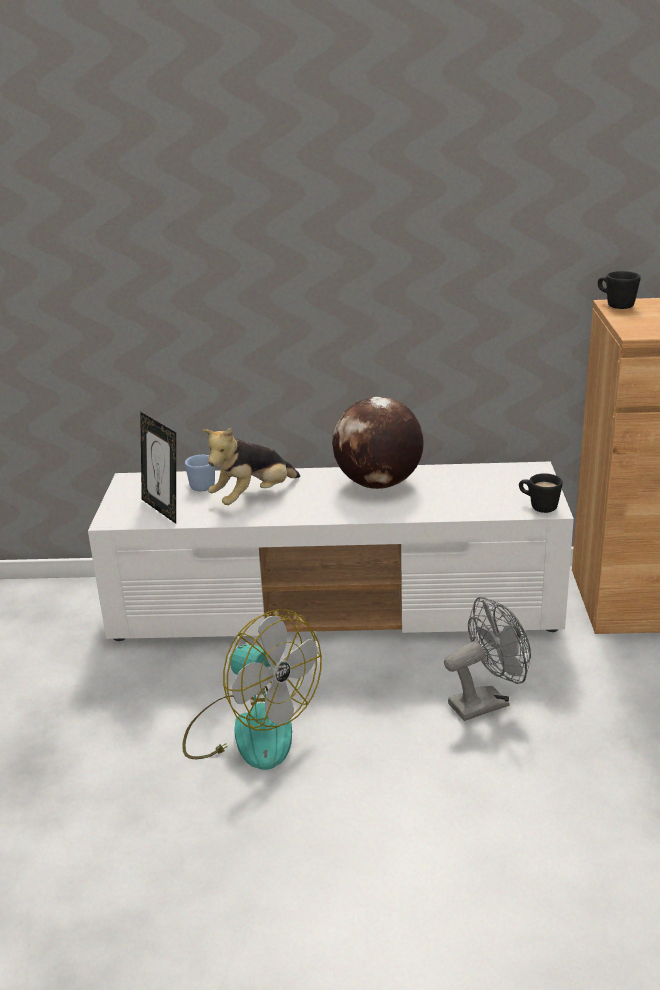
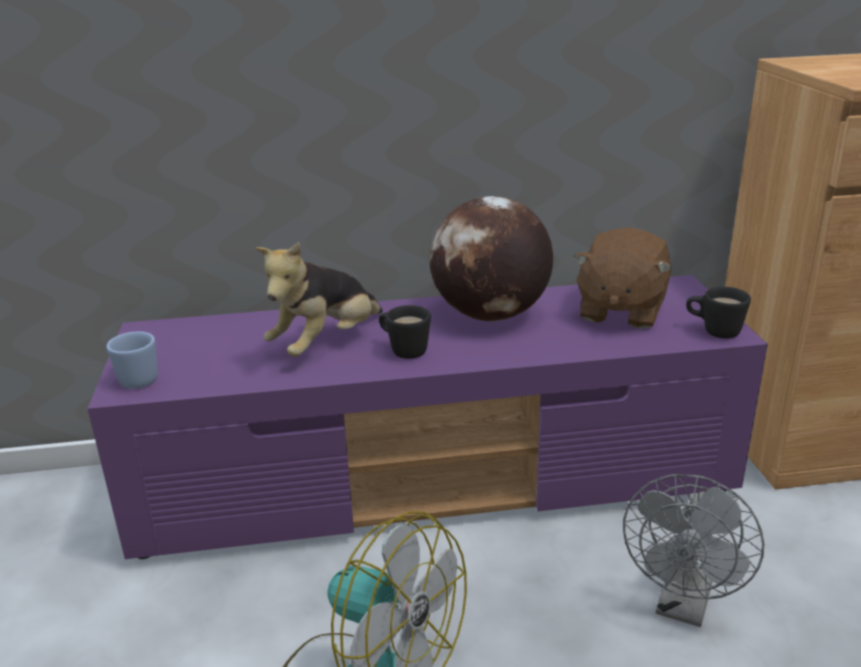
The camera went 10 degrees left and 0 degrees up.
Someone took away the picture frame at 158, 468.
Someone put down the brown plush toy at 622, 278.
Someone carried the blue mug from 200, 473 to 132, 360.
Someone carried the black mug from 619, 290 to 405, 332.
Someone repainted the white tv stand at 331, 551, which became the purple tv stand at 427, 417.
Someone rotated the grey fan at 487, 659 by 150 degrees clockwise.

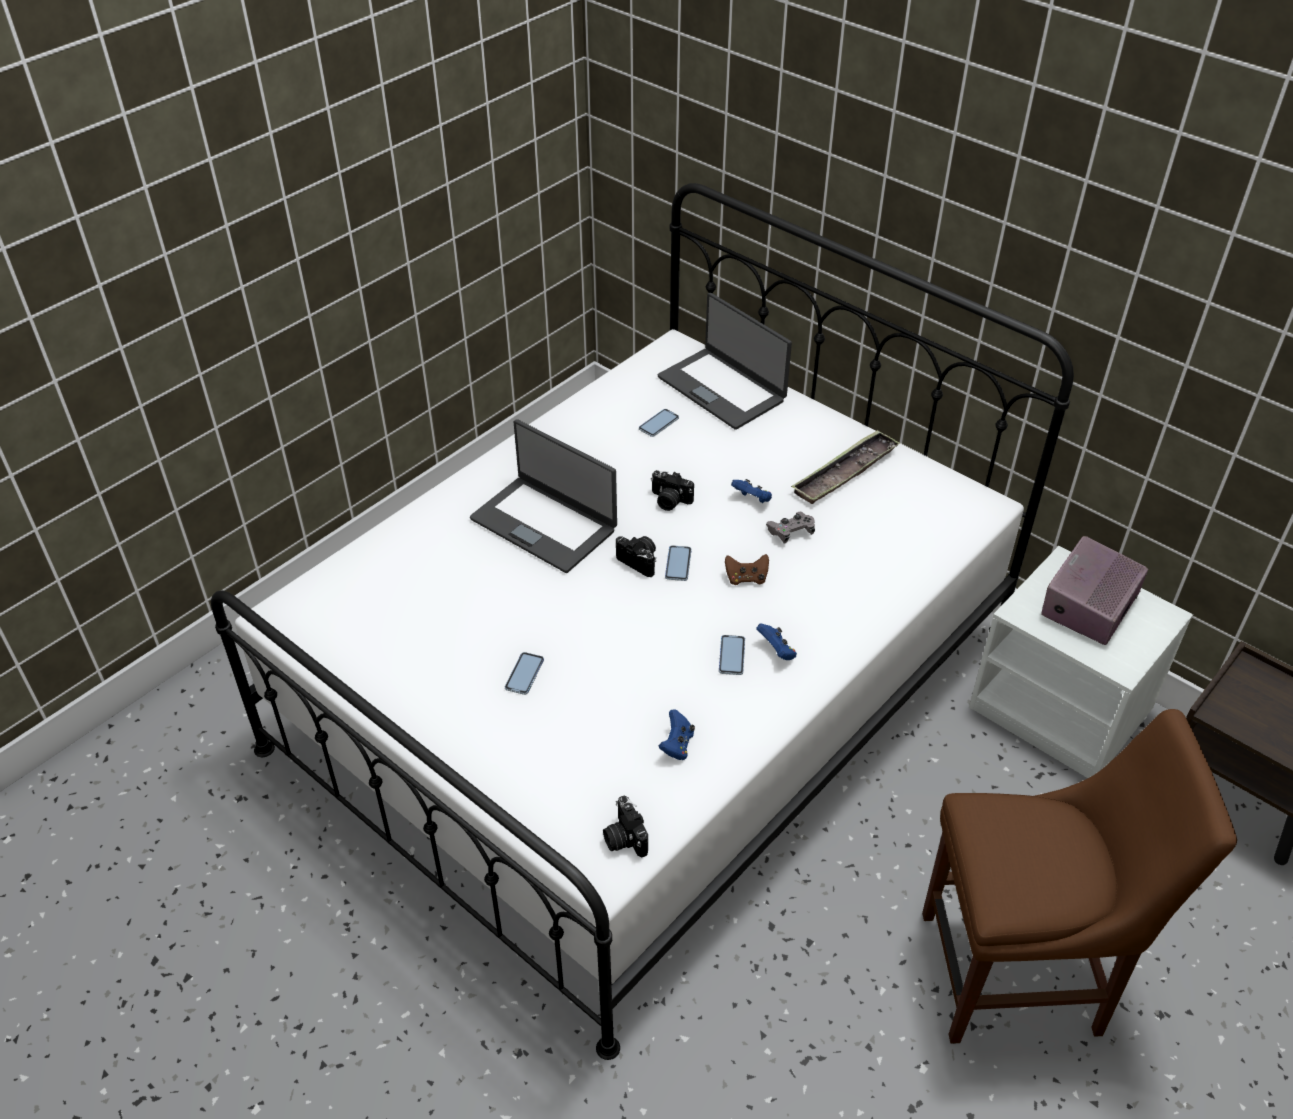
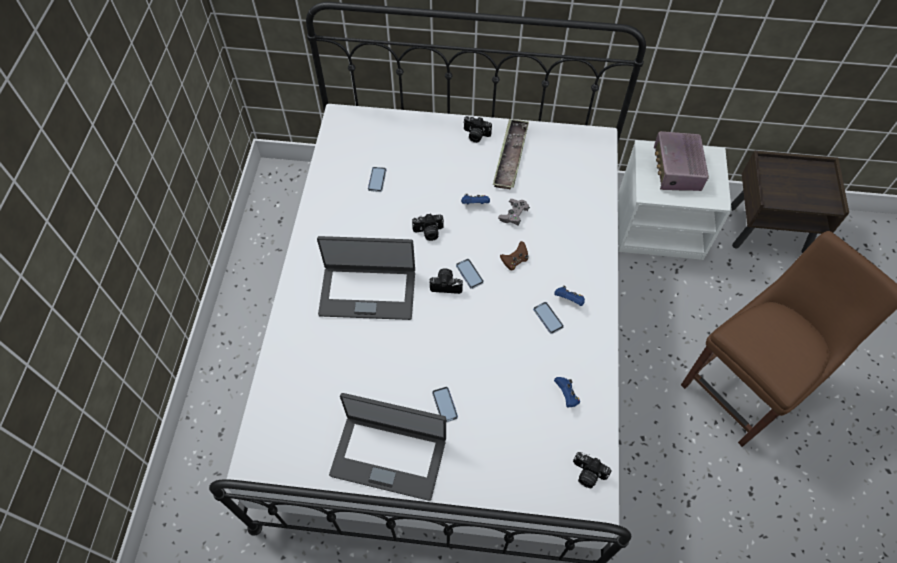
The camera went 35 degrees left and 15 degrees up.
Someone put down the photo camera at 477, 129.
Someone carried the laptop from 725, 361 to 387, 447.

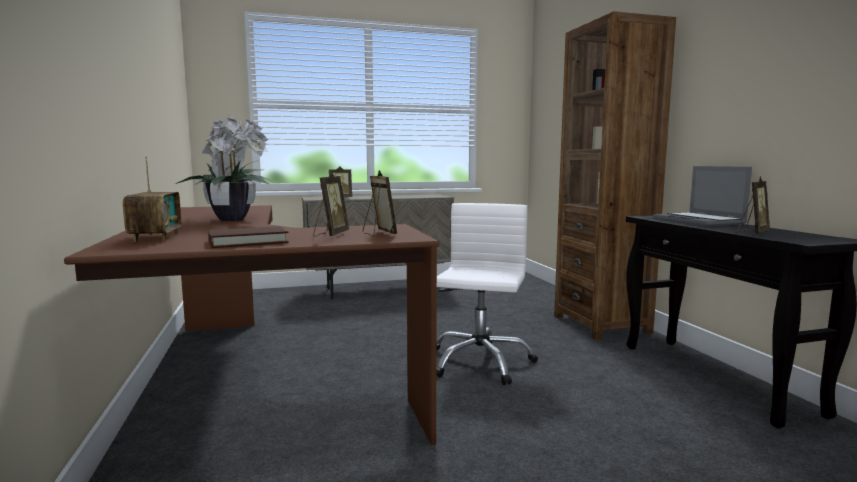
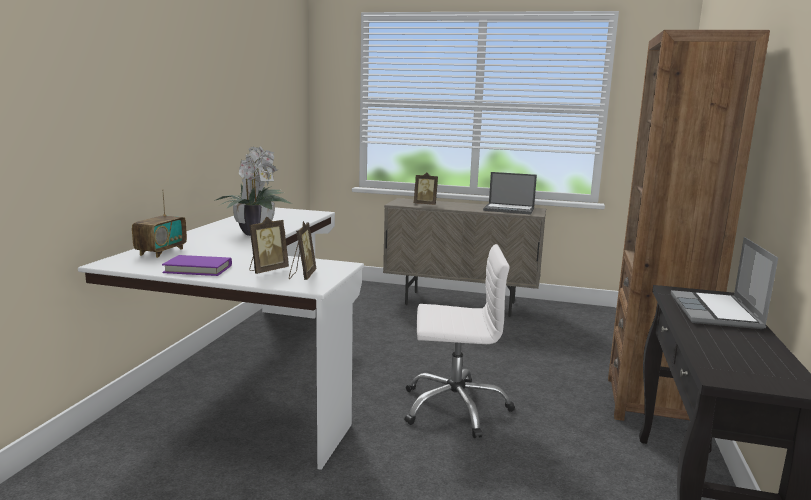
The camera went 30 degrees right and 5 degrees up.
Someone took away the picture frame at 753, 204.
Someone put down the laptop at 510, 193.
Someone repainted the brown desk at 251, 325, which became the white desk at 221, 338.
Someone repainted the brown book at 248, 237, which became the purple book at 197, 265.
Someone rotated the white office chair at 487, 294 by 45 degrees clockwise.

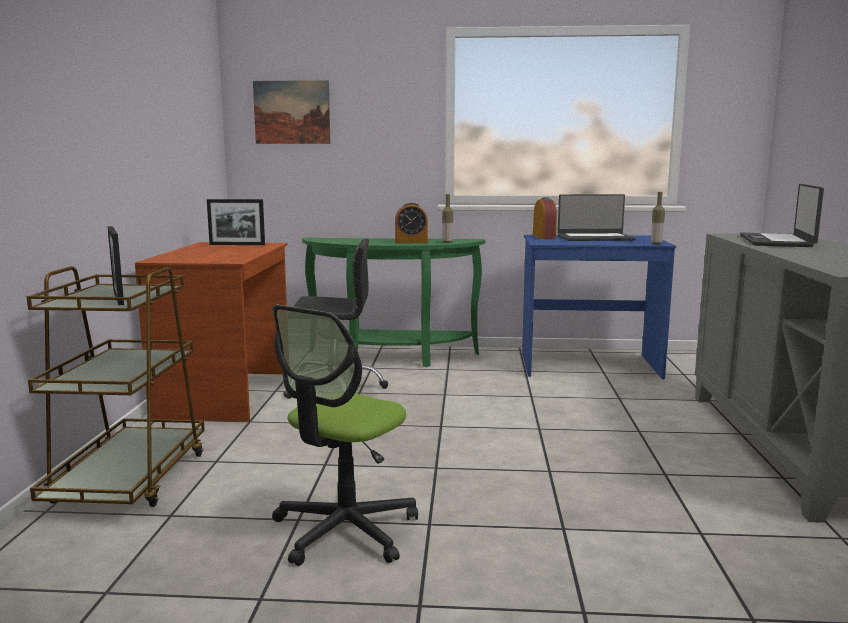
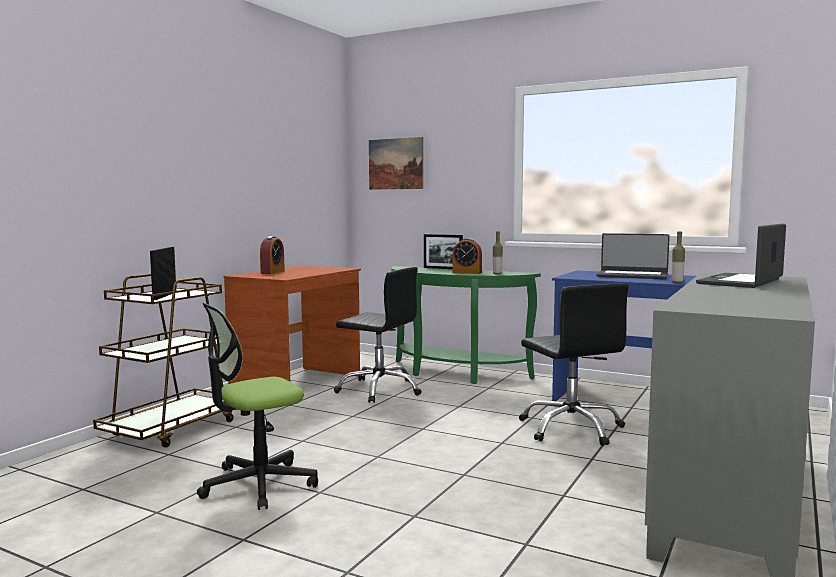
The camera went 25 degrees right and 5 degrees down.
Someone put down the black office chair at 574, 364.
Someone carried the picture frame from 236, 222 to 443, 251.
Someone carried the alarm clock from 545, 218 to 272, 255.

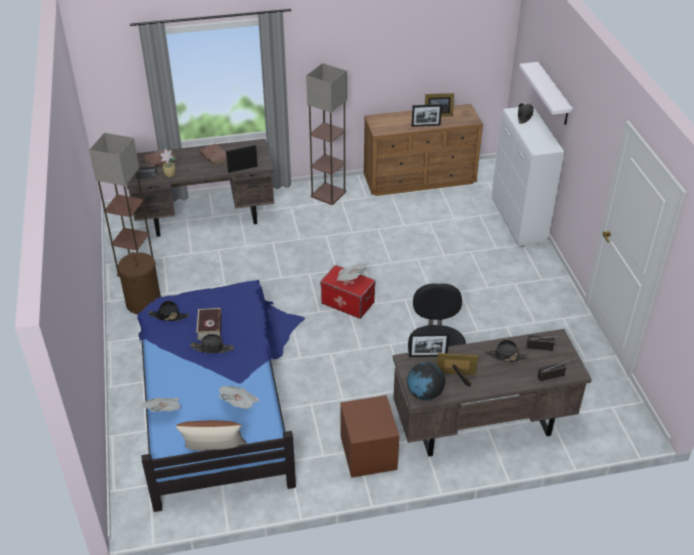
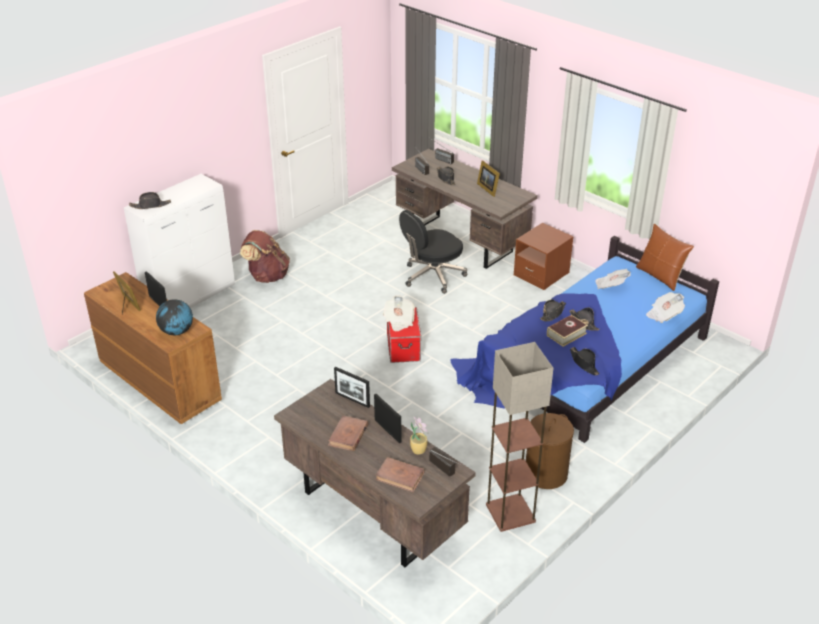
The camera went 125 degrees left and 5 degrees down.
Someone took away the floor lamp at 326, 134.
Someone took away the white shelf at 546, 93.
Someone put down the brown backpack at 265, 256.
Someone put down the black hat at 553, 310.
Someone carried the globe from 426, 381 to 174, 317.
Someone carried the picture frame from 429, 345 to 387, 418.

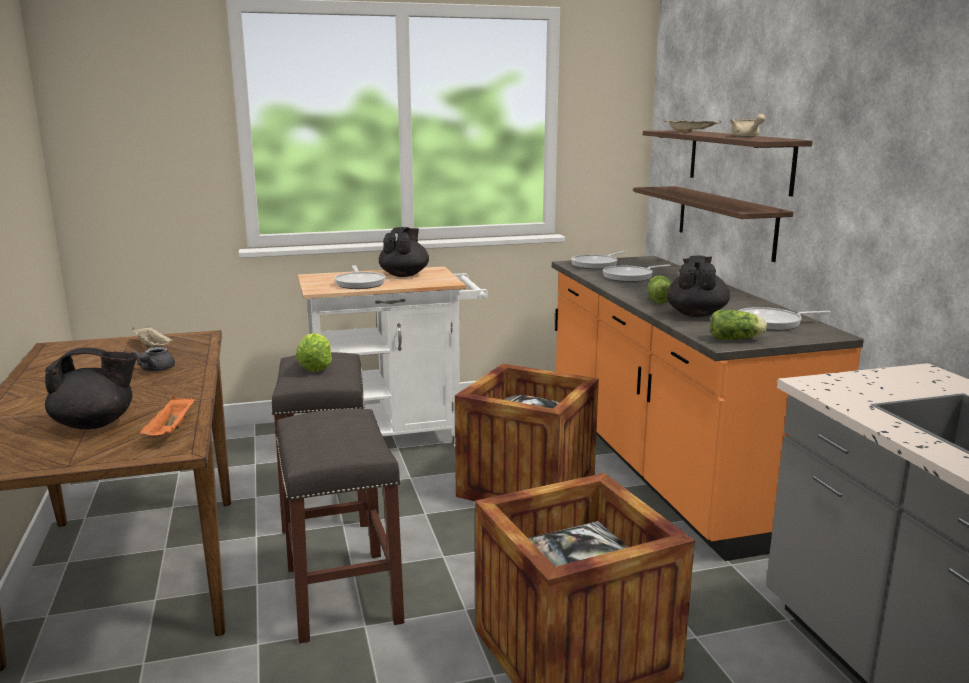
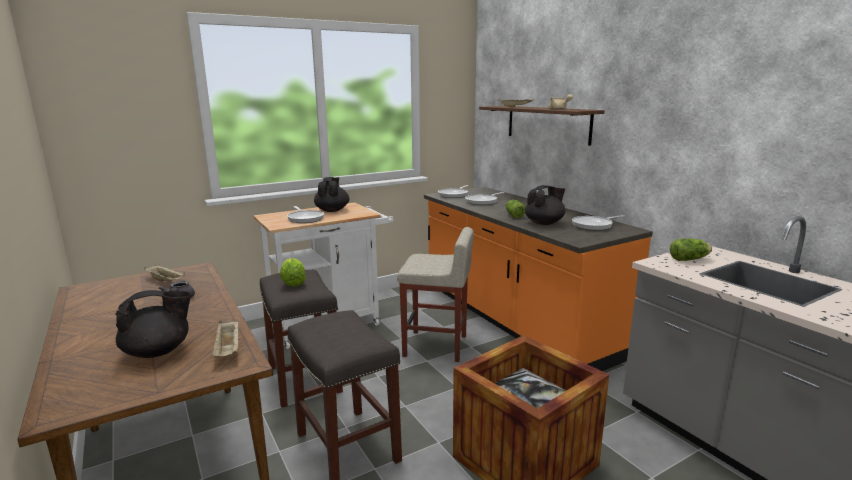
The camera went 15 degrees left and 0 degrees up.
Someone took away the shelf at 713, 224.
Someone carried the lettuce from 738, 325 to 691, 250.
Someone swapped the crate at 527, 432 for the beige stool at 435, 294.
Someone repainted the orange tray at 167, 416, which became the beige tray at 225, 338.
Someone rotated the black teapot at 698, 286 by 60 degrees clockwise.

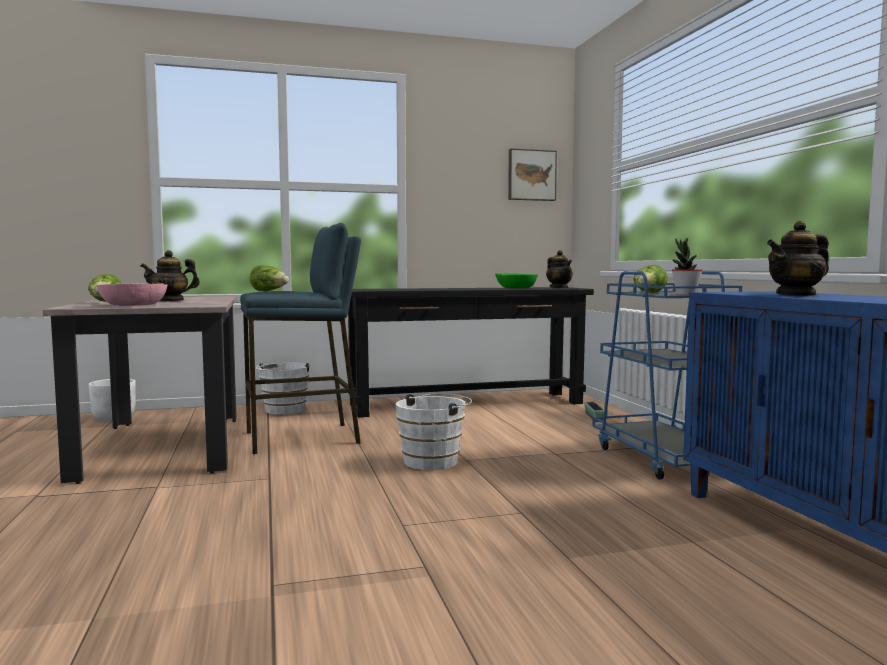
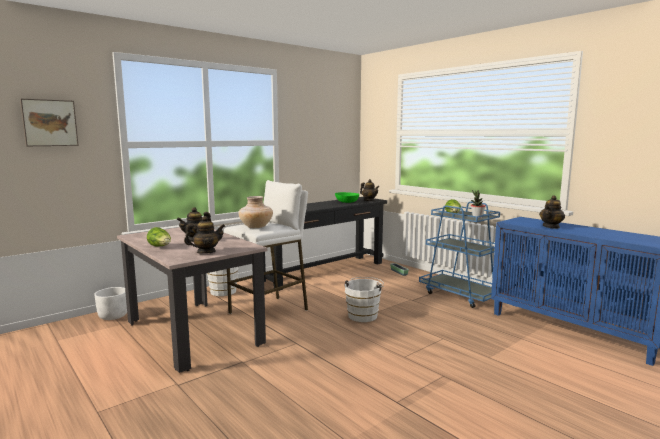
The camera went 25 degrees left and 5 degrees up.
Someone carried the picture from 532, 174 to 49, 122.
Someone swapped the pink bowl at 132, 294 for the teapot at 204, 235.
Someone swapped the lettuce at 269, 278 for the beige vase at 256, 212.
Someone repainted the blue stool at 300, 338, which became the white stool at 266, 247.

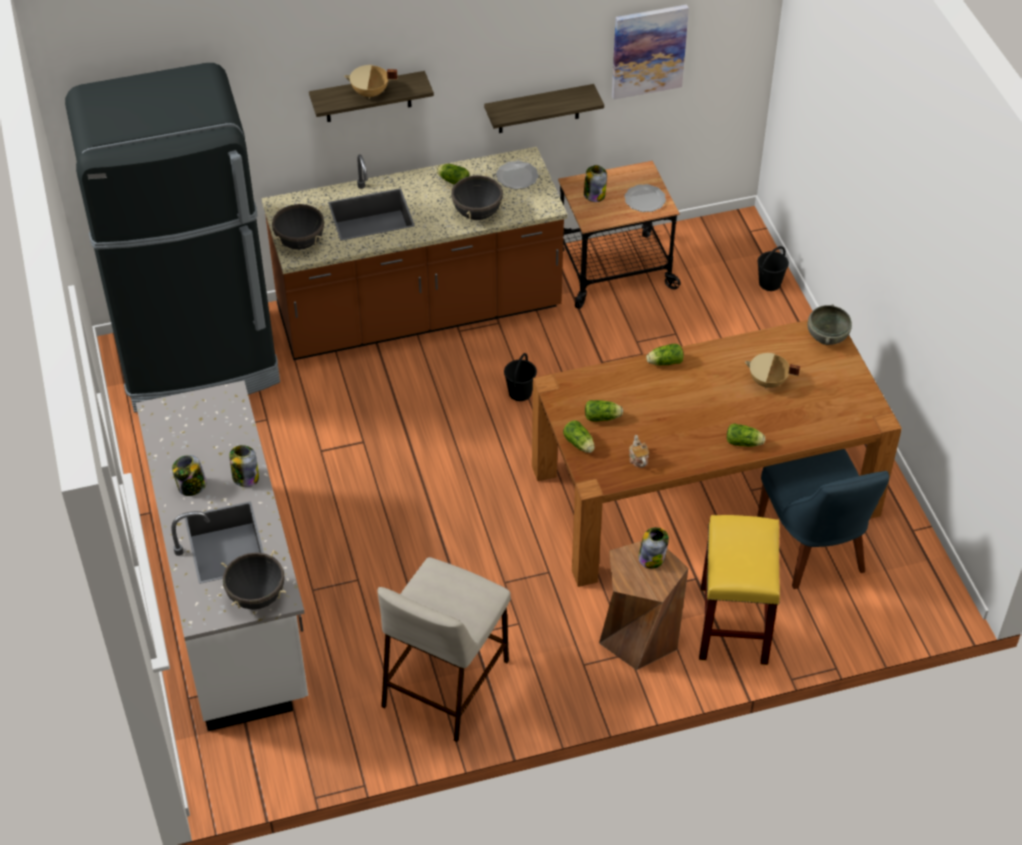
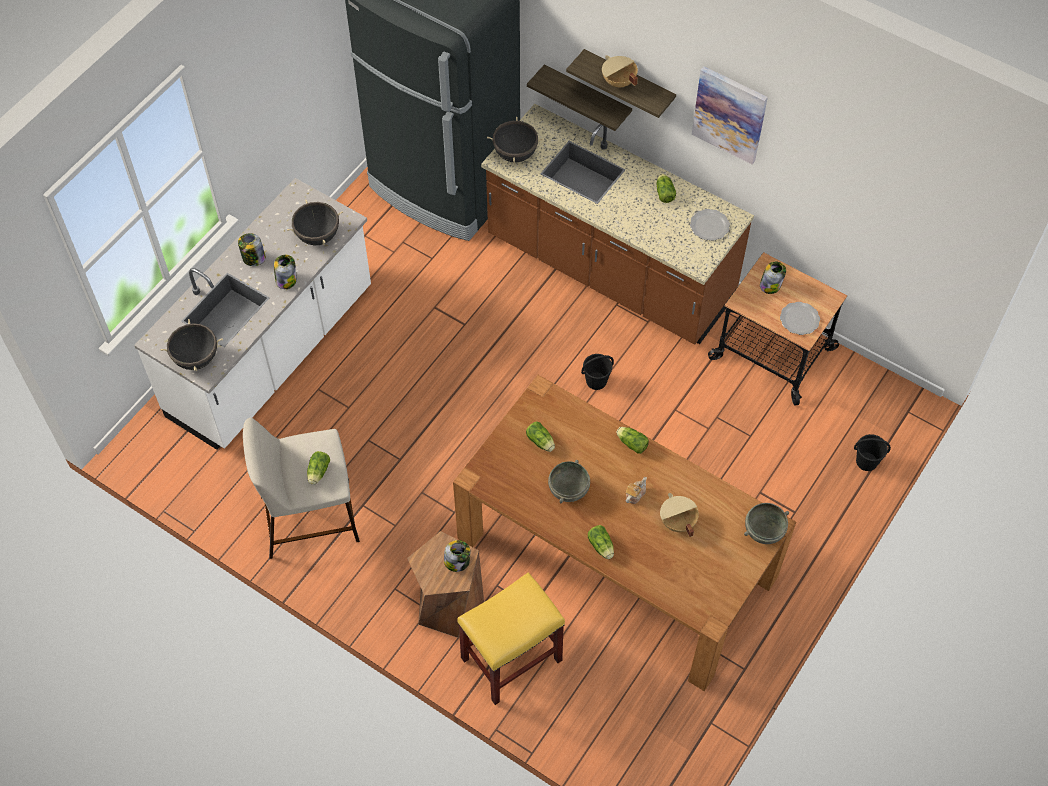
The camera went 50 degrees right and 10 degrees up.
Someone took away the blue chair at 823, 519.
Someone put down the grey bowl at 569, 481.
Someone carried the black cooking pot from 477, 196 to 315, 222.
Someone carried the shelf from 544, 108 to 579, 98.
Someone carried the lettuce from 579, 436 to 318, 468.
Someone carried the picture from 650, 52 to 730, 115.
Someone carried the teapot from 639, 451 to 636, 490.

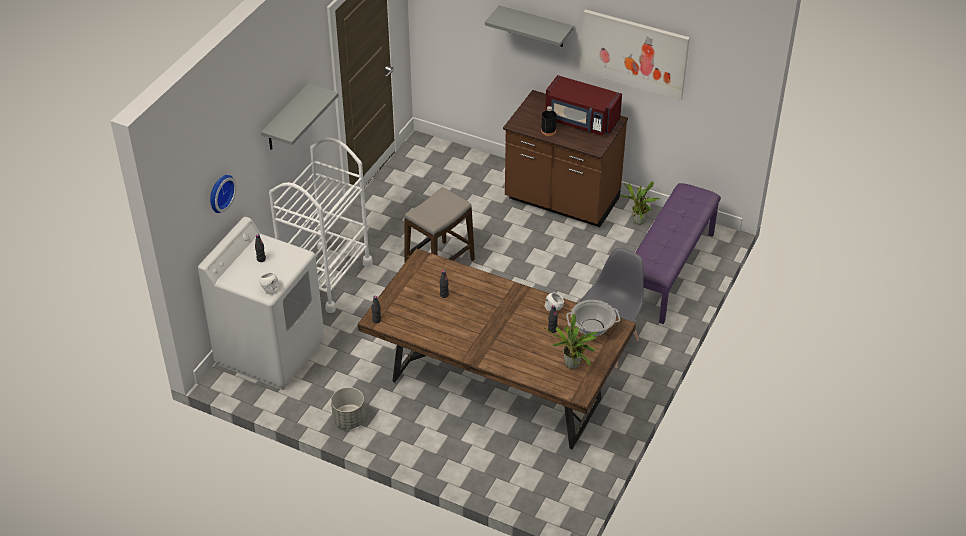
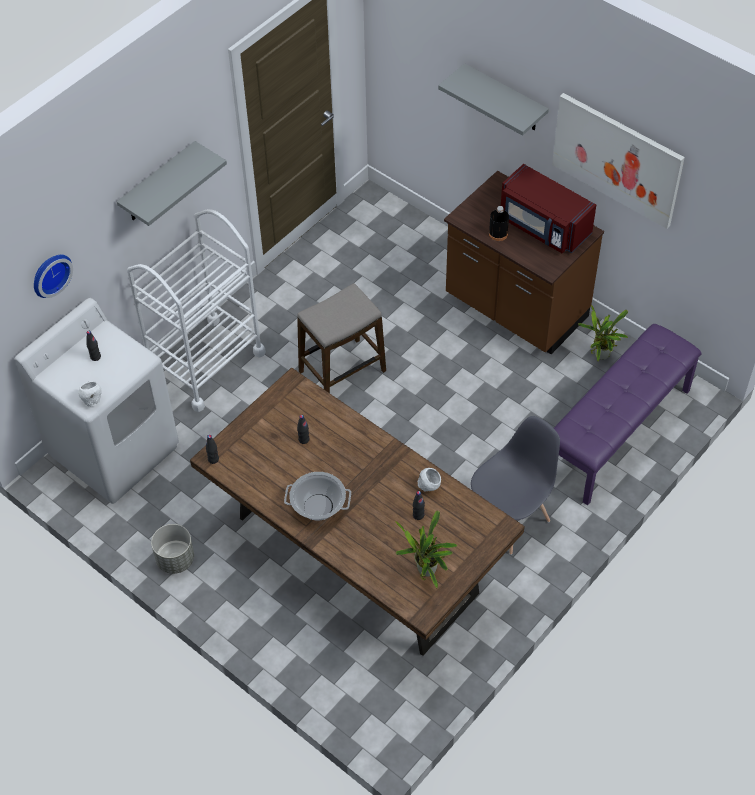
The camera went 15 degrees right and 10 degrees up.
Someone carried the cooking pot from 593, 318 to 317, 496.

